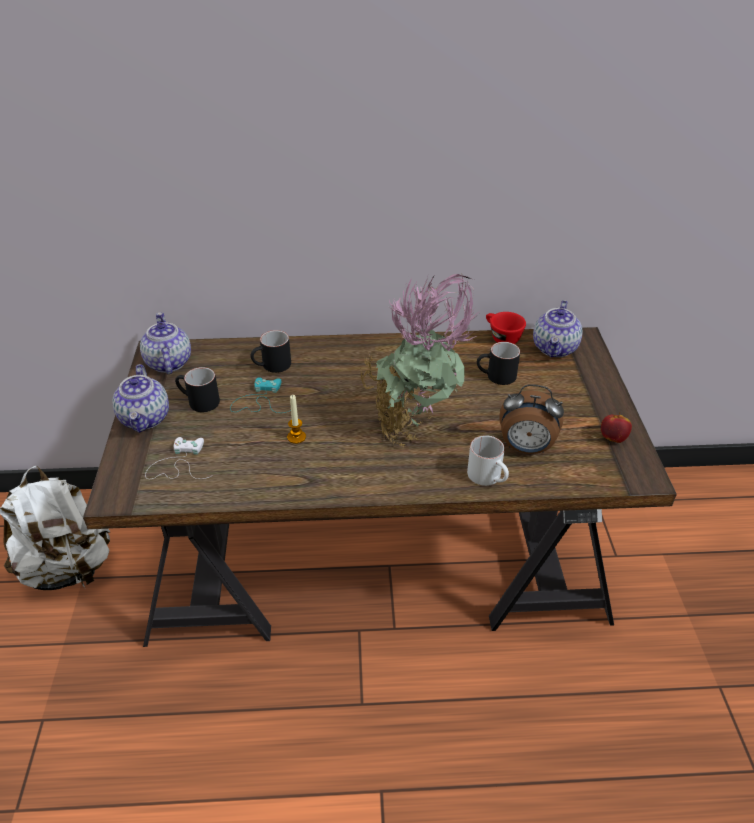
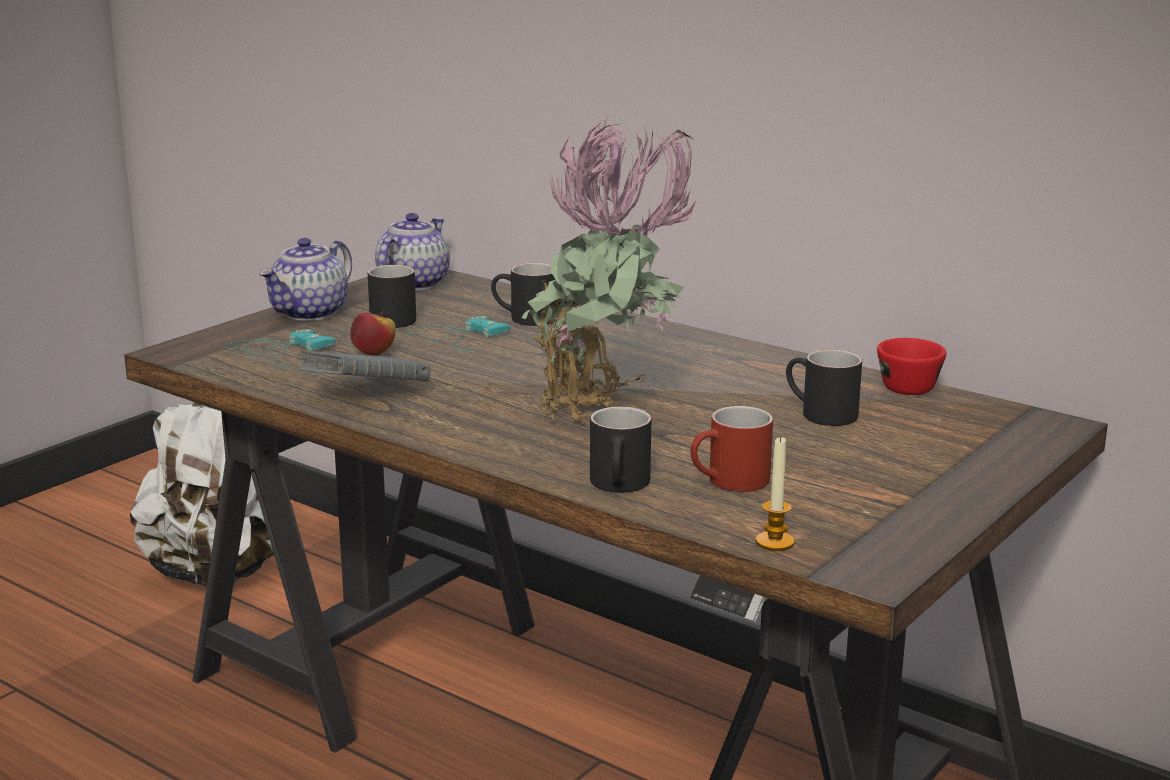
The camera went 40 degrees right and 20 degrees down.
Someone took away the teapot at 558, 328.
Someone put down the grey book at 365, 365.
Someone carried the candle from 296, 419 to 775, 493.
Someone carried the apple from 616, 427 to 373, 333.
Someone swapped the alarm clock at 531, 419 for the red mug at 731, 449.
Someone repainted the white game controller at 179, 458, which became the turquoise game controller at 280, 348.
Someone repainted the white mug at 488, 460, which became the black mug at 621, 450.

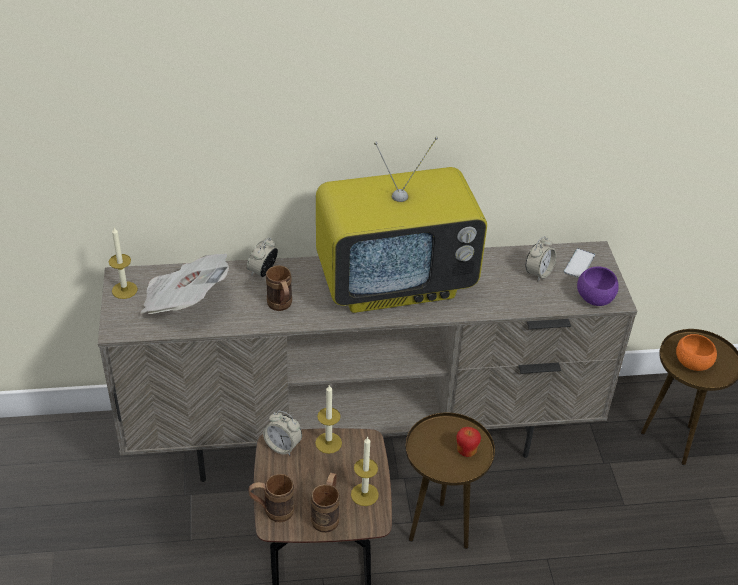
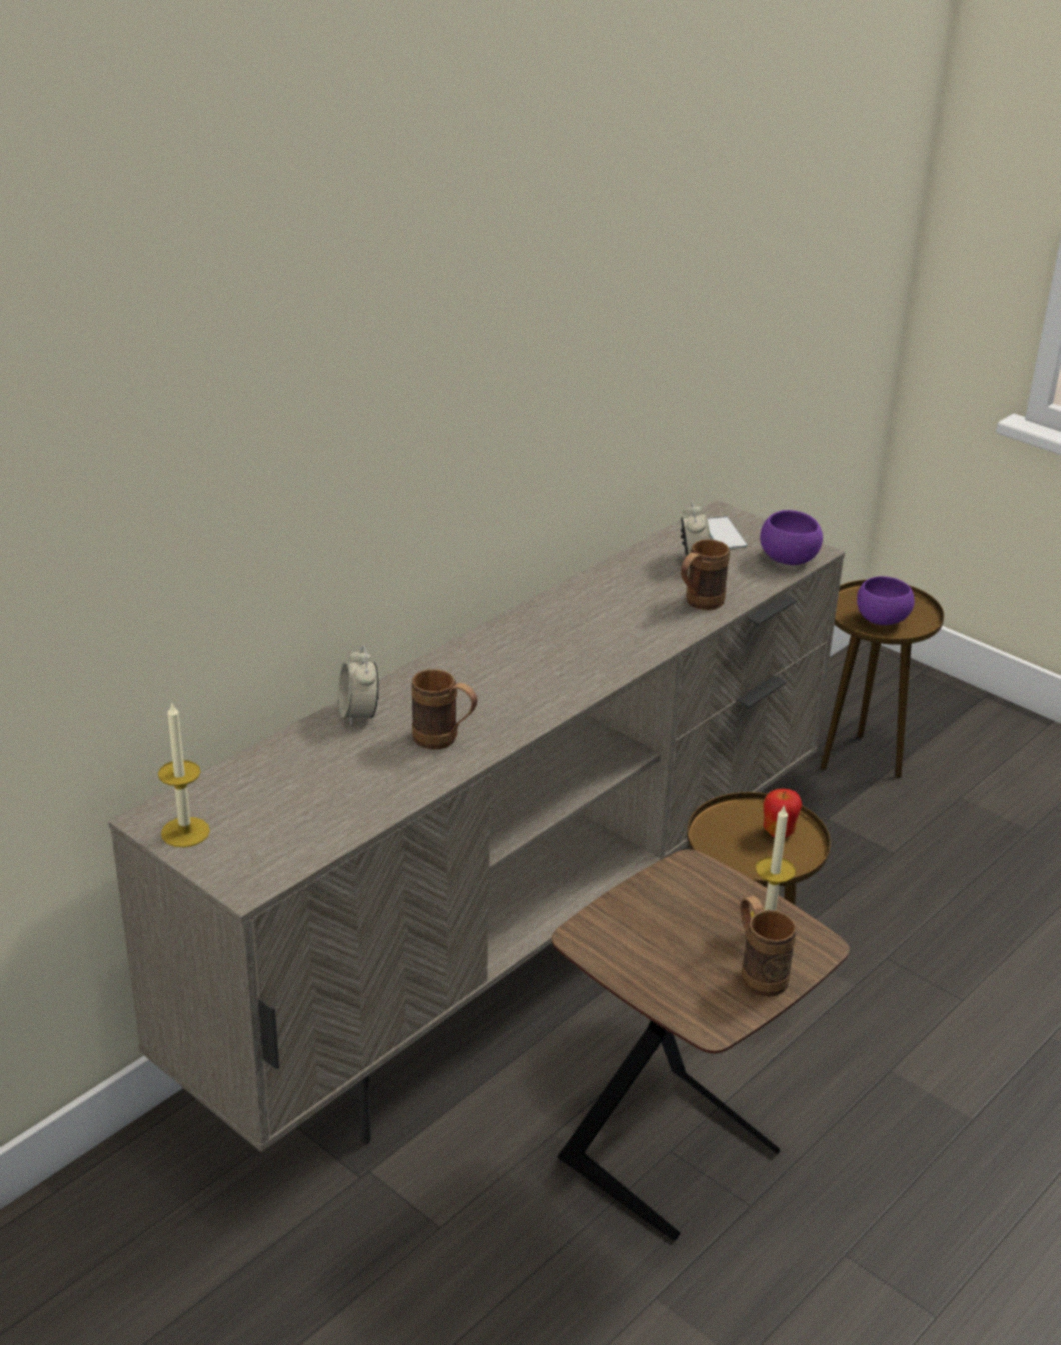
The camera went 40 degrees left and 10 degrees down.
Someone took away the newspaper at 184, 284.
Someone took away the alarm clock at 282, 433.
Someone took away the candle at 328, 419.
Someone took away the television at 401, 224.
Someone carried the brown mug from 271, 498 to 705, 574.
Someone repainted the orange bowl at 696, 352, which became the purple bowl at 886, 600.

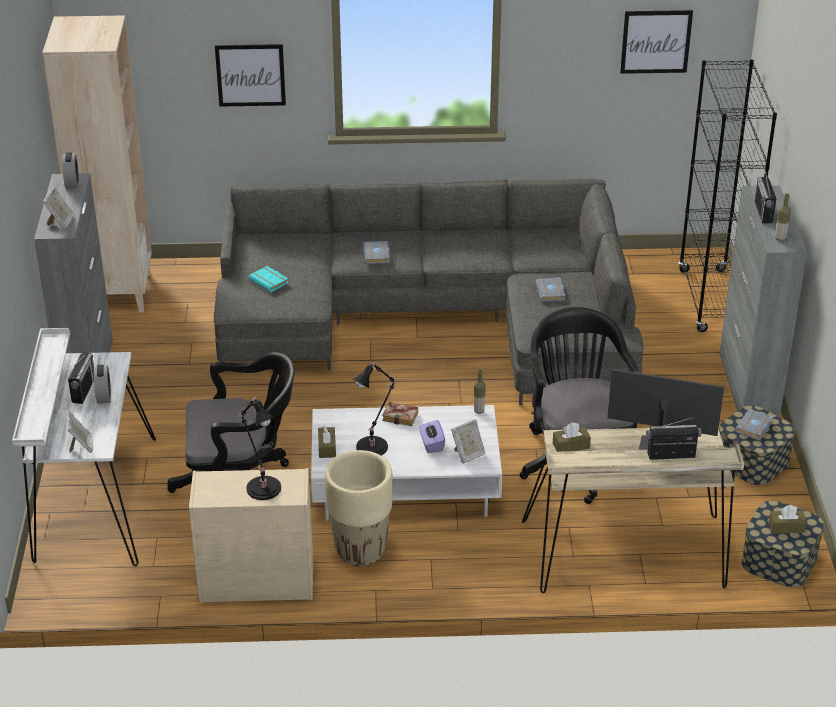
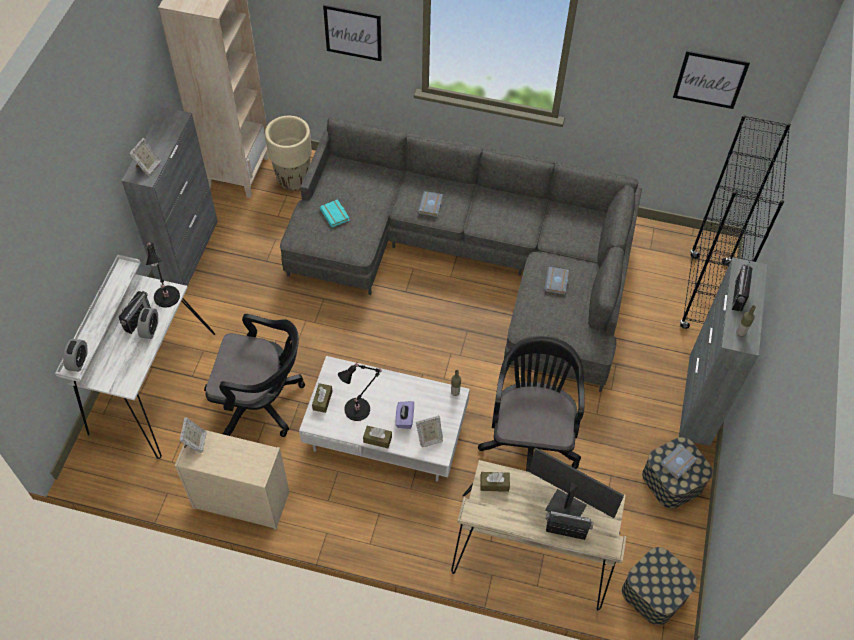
The camera went 15 degrees right and 20 degrees up.
Someone took away the book at 400, 414.
Someone carried the alarm clock from 70, 170 to 75, 355.
Someone carried the picture frame from 79, 431 to 193, 435.
Someone carried the black table lamp from 259, 448 to 163, 275.
Someone carried the beige planter from 359, 508 to 288, 153.
Someone carried the brown tissue box from 788, 519 to 377, 437.

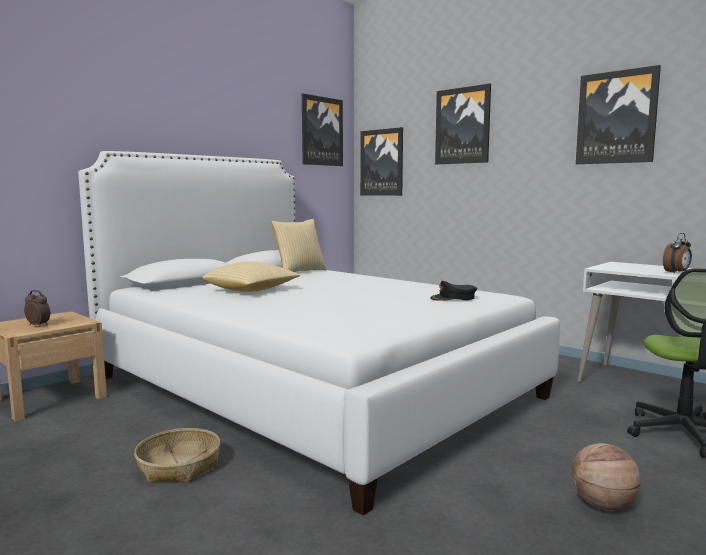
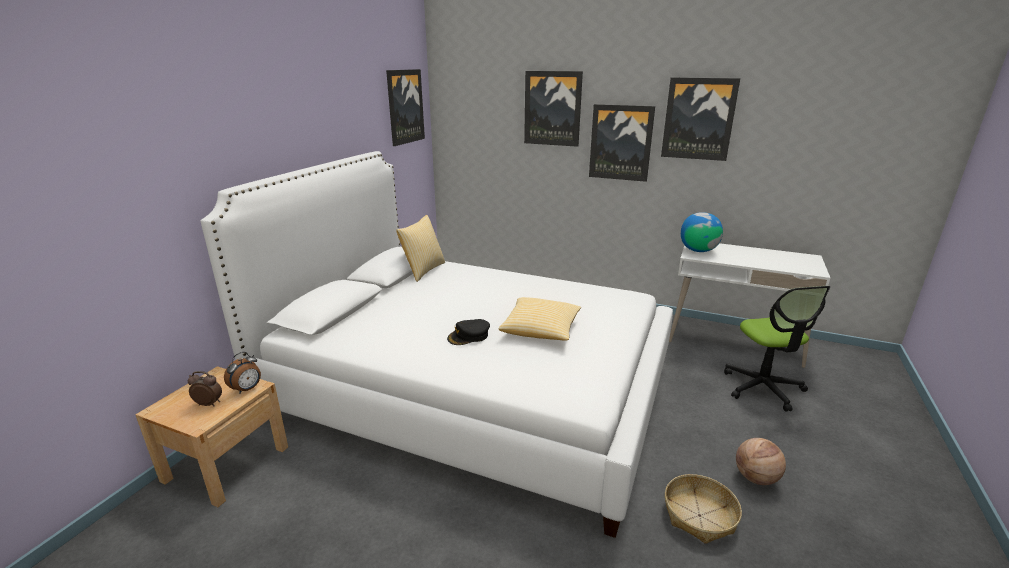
The camera went 20 degrees left and 15 degrees up.
Someone put down the globe at 702, 232.
Someone carried the basket from 177, 455 to 703, 509.
Someone carried the pillow from 251, 276 to 540, 318.
Someone carried the picture from 381, 161 to 622, 143.
Someone carried the black cap from 453, 291 to 468, 332.
Someone carried the alarm clock from 677, 253 to 242, 373.

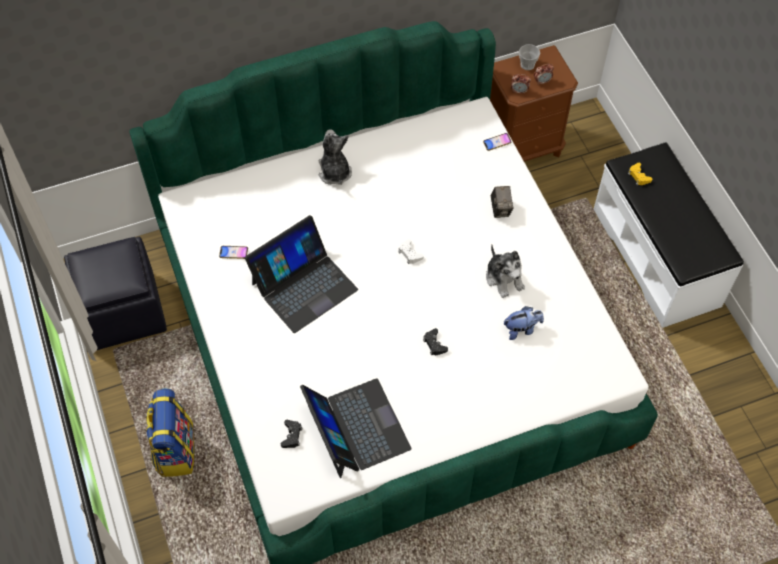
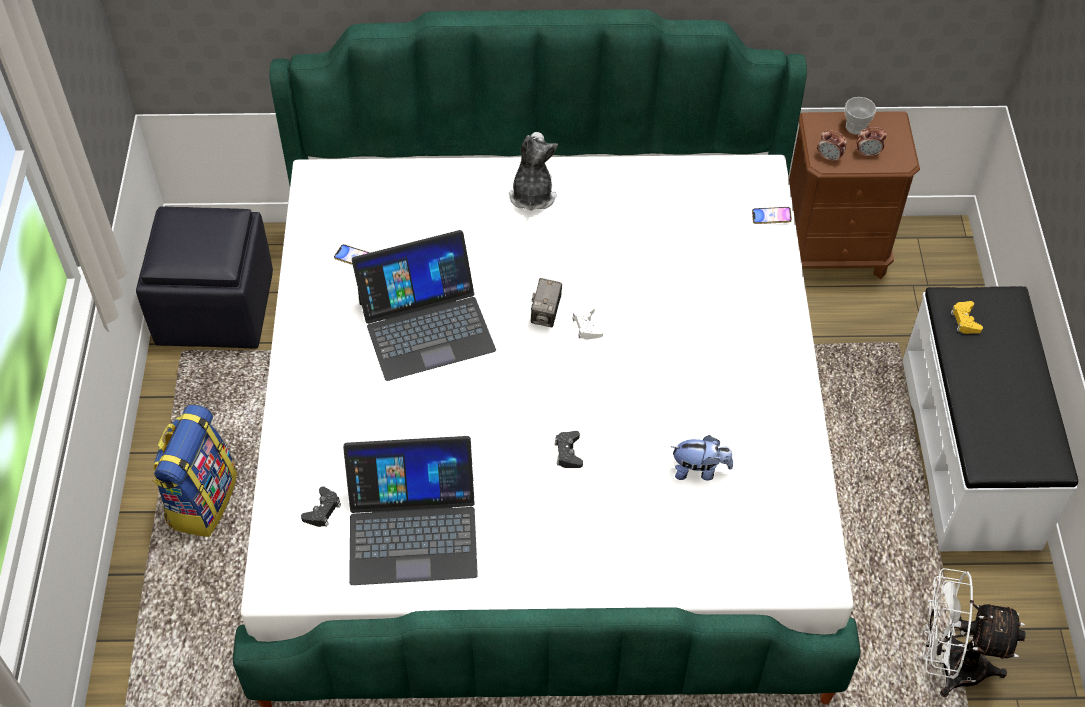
The camera went 20 degrees right and 5 degrees down.
Someone took away the plush toy at 505, 271.
Someone put down the white fan at 974, 632.
Someone carried the photo camera from 502, 202 to 546, 302.
Someone rotated the laptop at 355, 428 by 90 degrees clockwise.

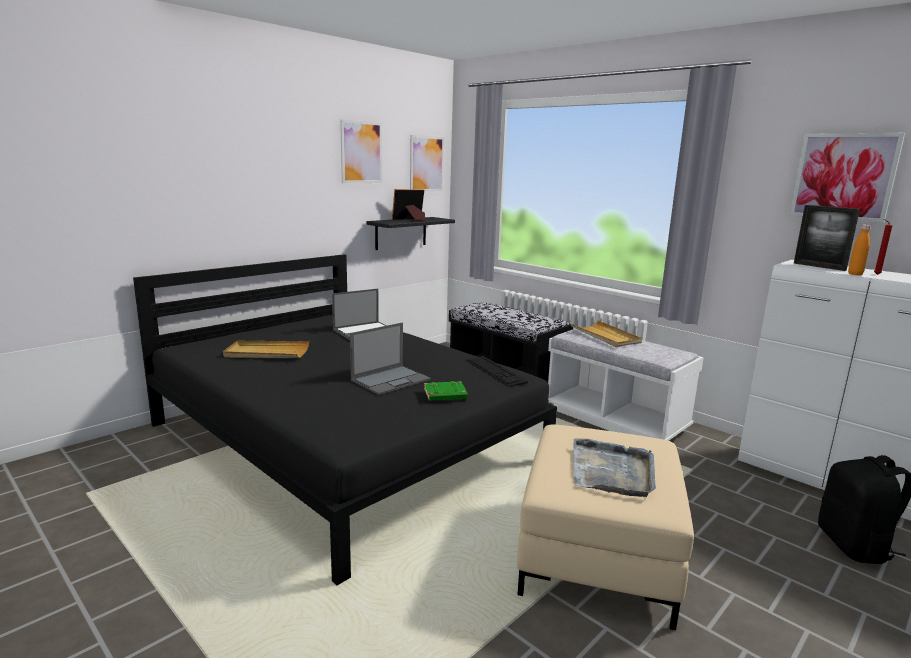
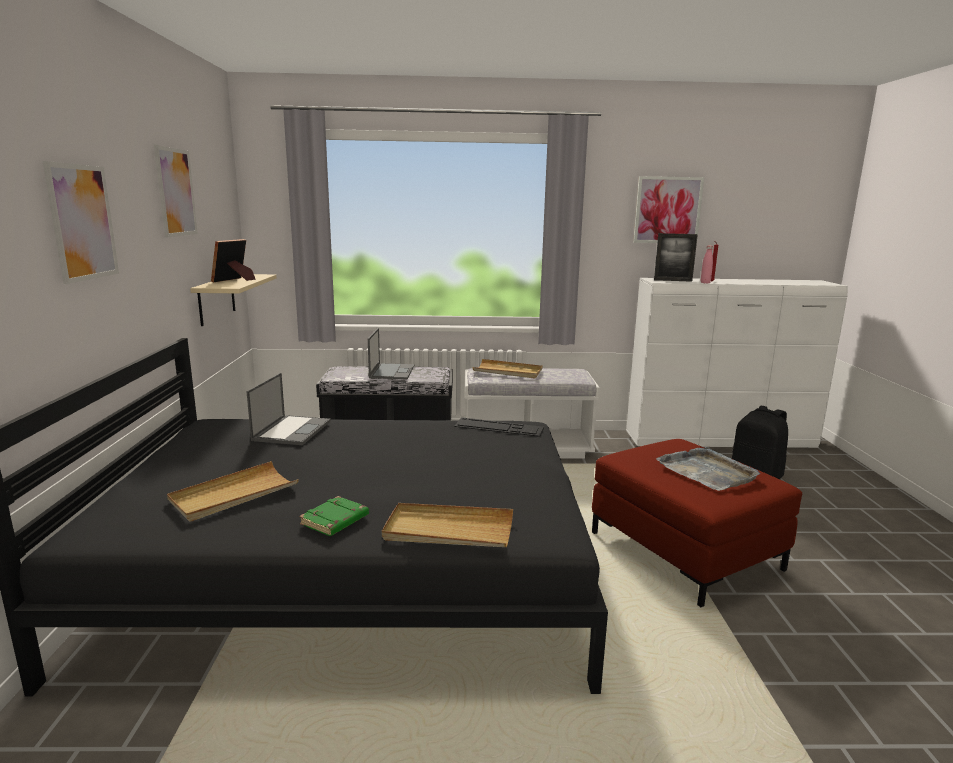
The camera went 45 degrees left and 0 degrees up.
Someone put down the beige tray at 447, 525.
Someone carried the laptop from 390, 359 to 391, 353.
Someone carried the picture from 427, 163 to 81, 222.
Someone carried the green book from 446, 391 to 334, 516.
Someone repainted the black shelf at 410, 233, which became the beige shelf at 233, 300.
Someone repainted the beige ottoman at 605, 527, which became the red ottoman at 697, 523.
Someone repainted the orange bottle at 859, 250, which became the pink bottle at 707, 265.

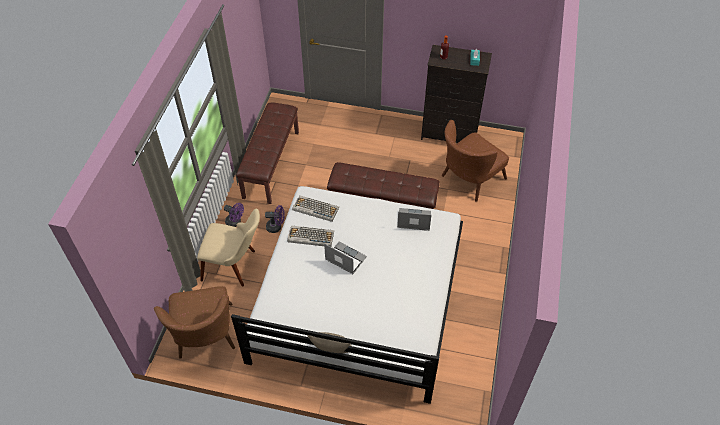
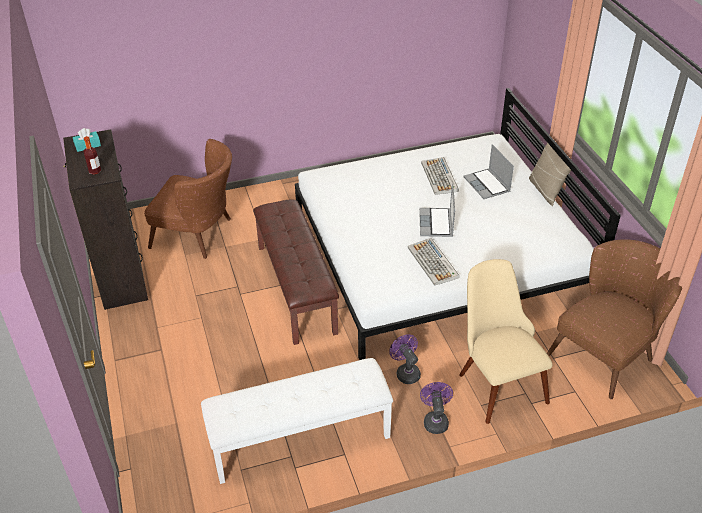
The camera went 120 degrees left and 10 degrees down.
Someone carried the keyboard from 315, 208 to 440, 176.
Someone carried the laptop from 414, 219 to 488, 171.
Someone repainted the brown bench at 267, 153, which became the white bench at 297, 421.

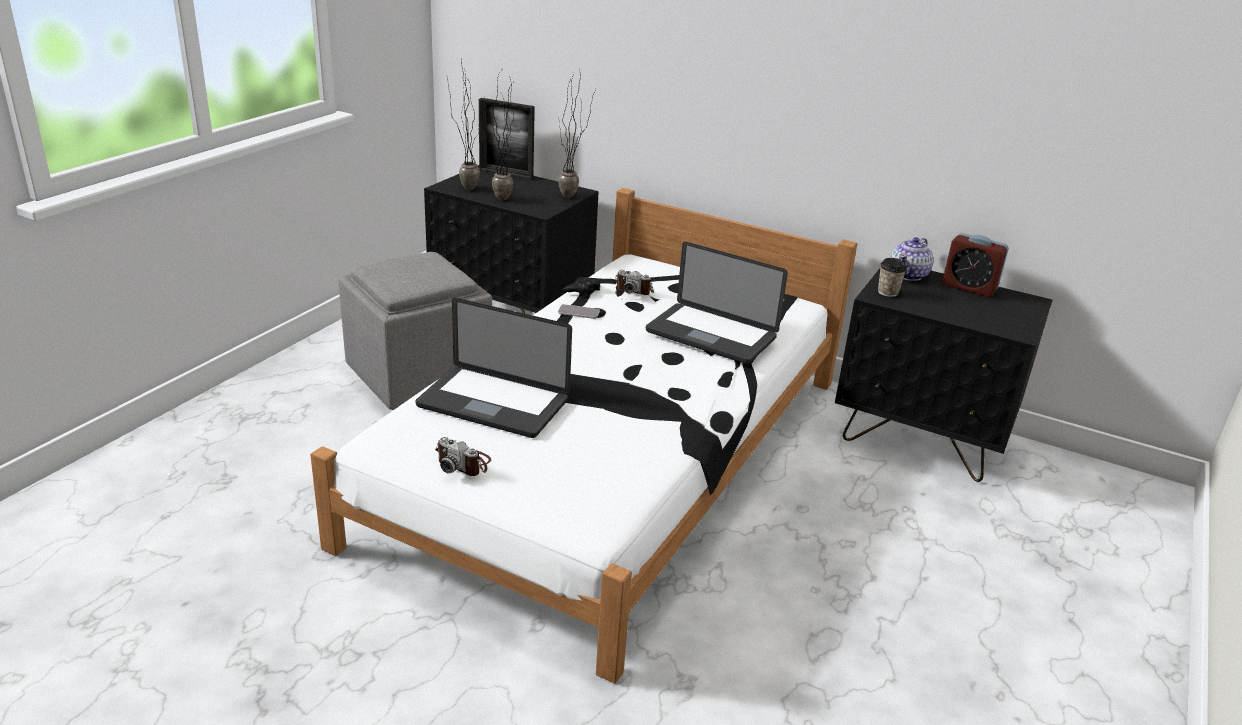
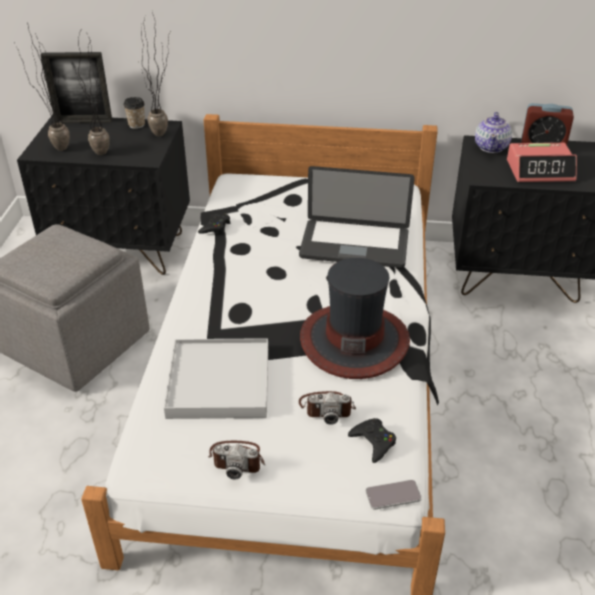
The camera went 20 degrees left and 10 degrees up.
Someone put down the hat at 355, 318.
Someone put down the black game controller at 372, 440.
Someone put down the alarm clock at 542, 162.
Someone carried the phone from 579, 311 to 393, 495.
Someone carried the photo camera from 633, 282 to 327, 408.
Someone carried the cup from 892, 277 to 134, 113.
Someone swapped the laptop at 493, 368 for the white tray at 216, 378.

